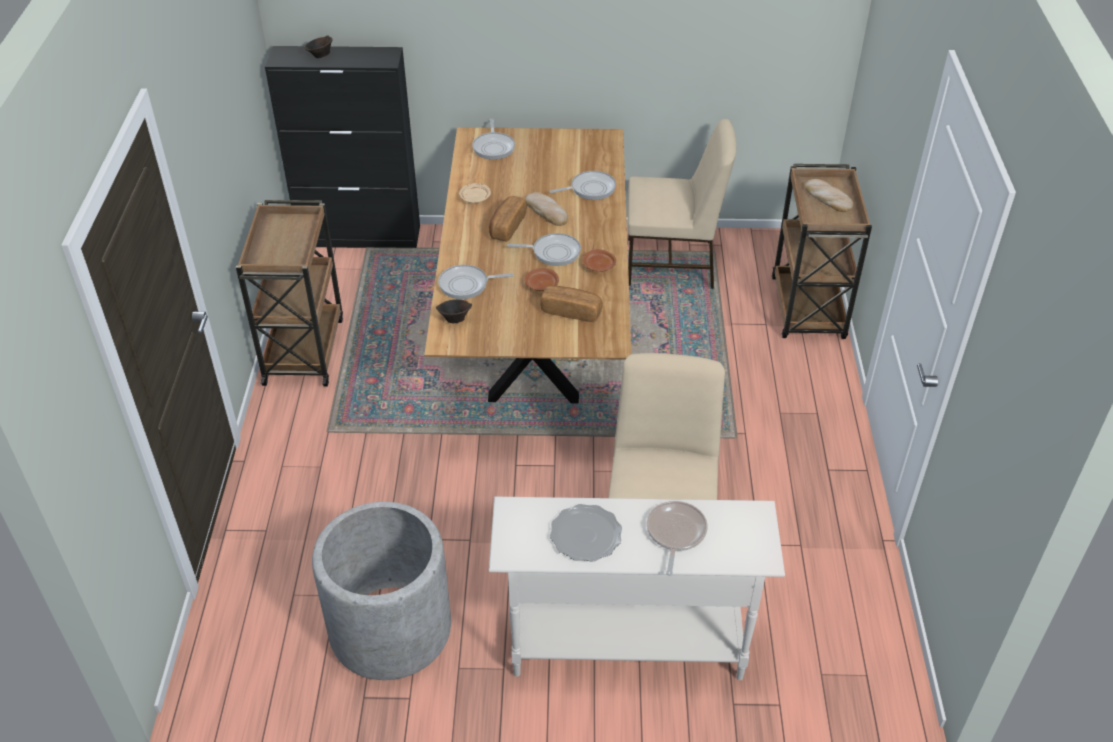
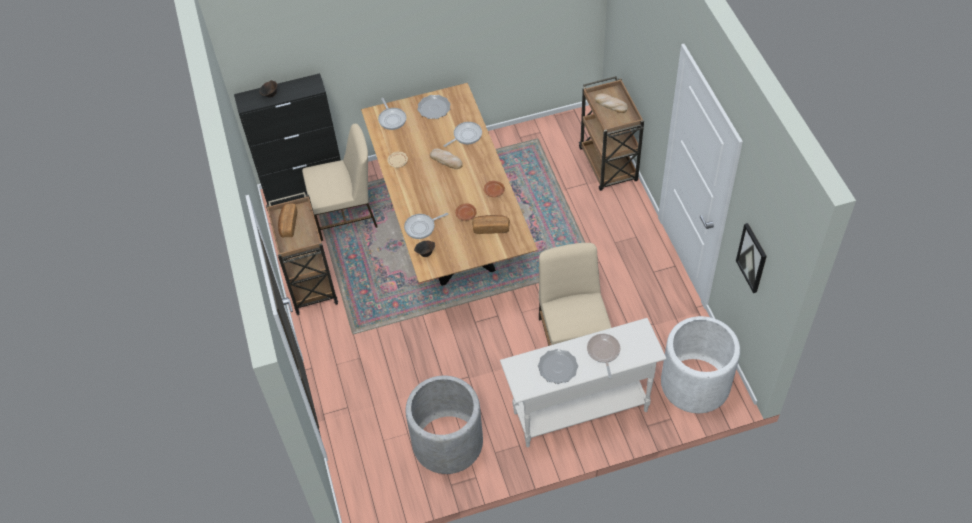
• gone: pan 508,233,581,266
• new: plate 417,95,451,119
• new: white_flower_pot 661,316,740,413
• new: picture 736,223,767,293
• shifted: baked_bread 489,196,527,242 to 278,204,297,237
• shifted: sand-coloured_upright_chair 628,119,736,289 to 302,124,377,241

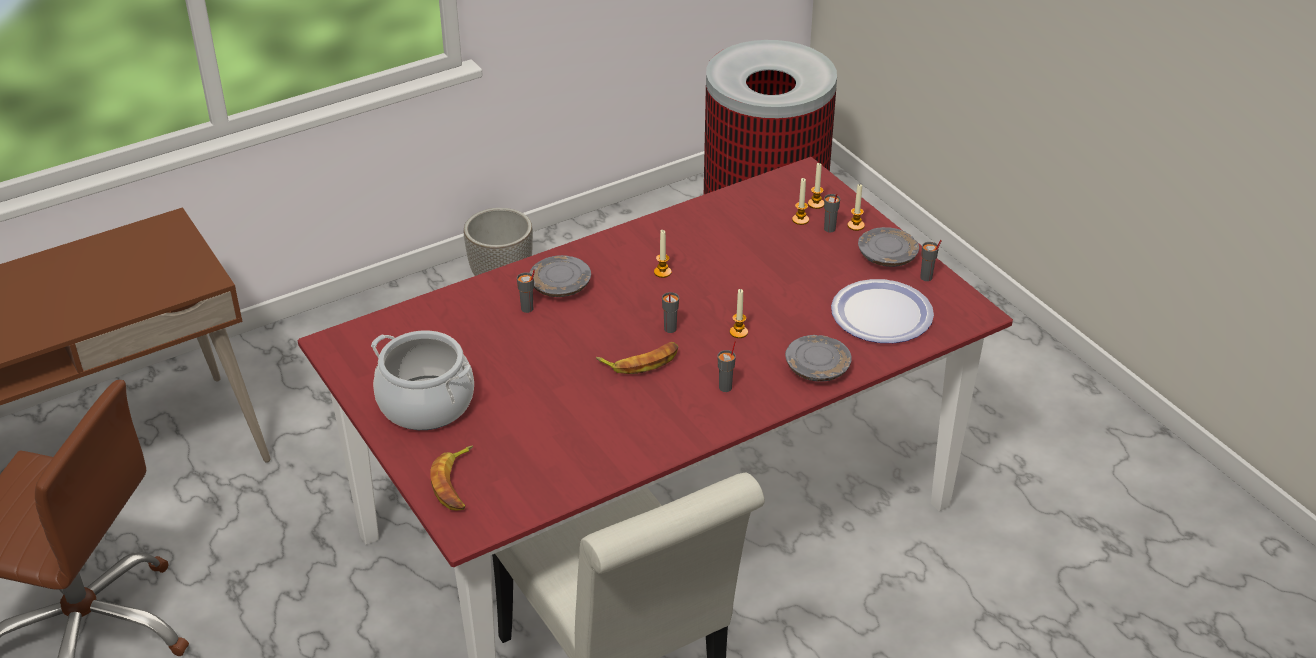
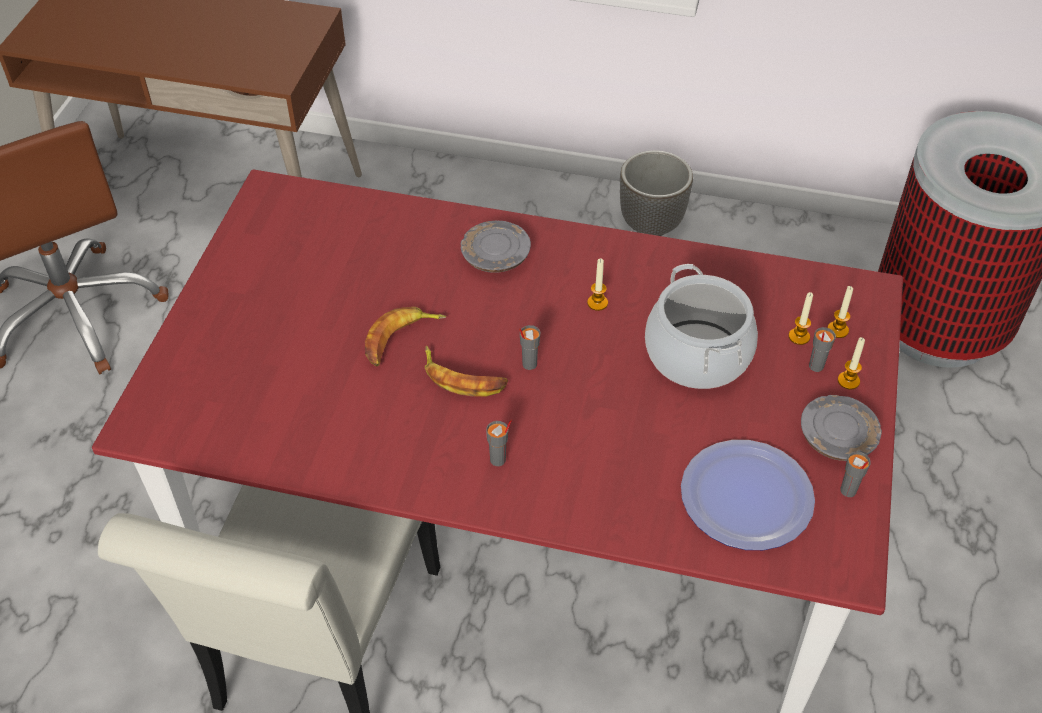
• gone: gray_drinking_cup 517,269,535,313
• gone: wax_light 730,289,748,338
• gone: gray_plate 785,335,852,382
• shifted: saucepot 371,331,474,430 to 645,264,758,389
• shifted: banana_fruit 431,445,473,511 to 365,307,446,366

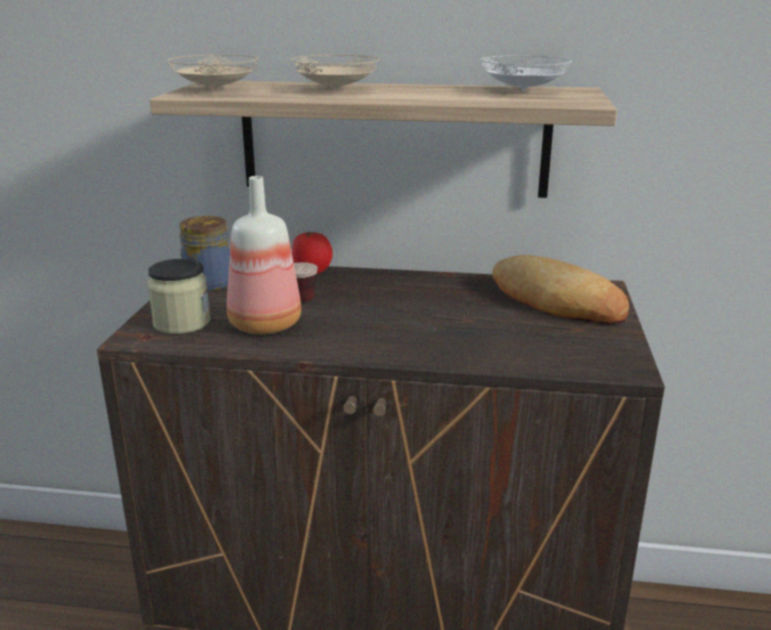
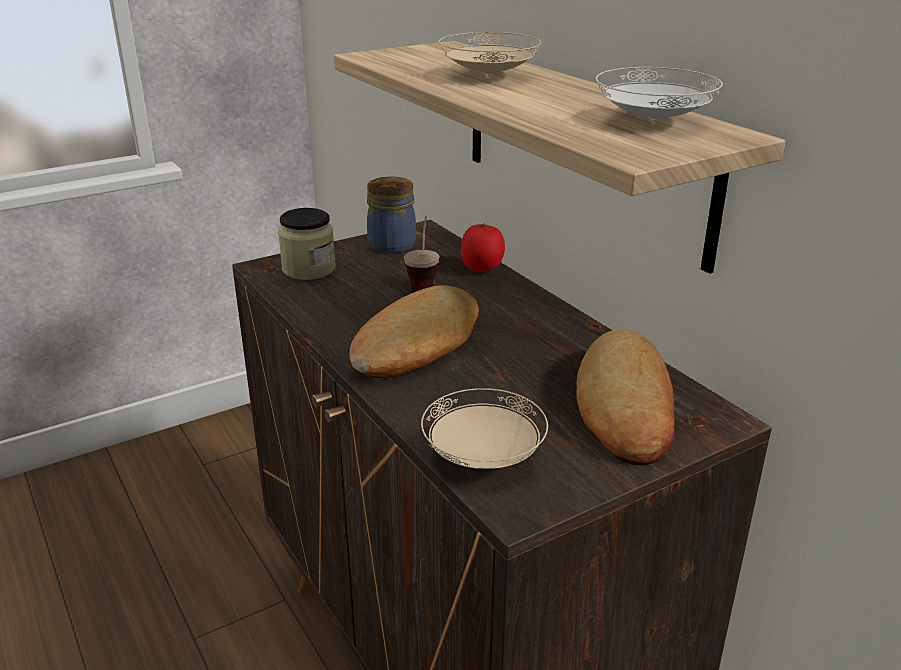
• gone: drink_bottle 227,176,301,334
• new: baked_bread 349,285,479,378
• shifted: sand-coloured_plate 167,55,259,90 to 421,388,548,469

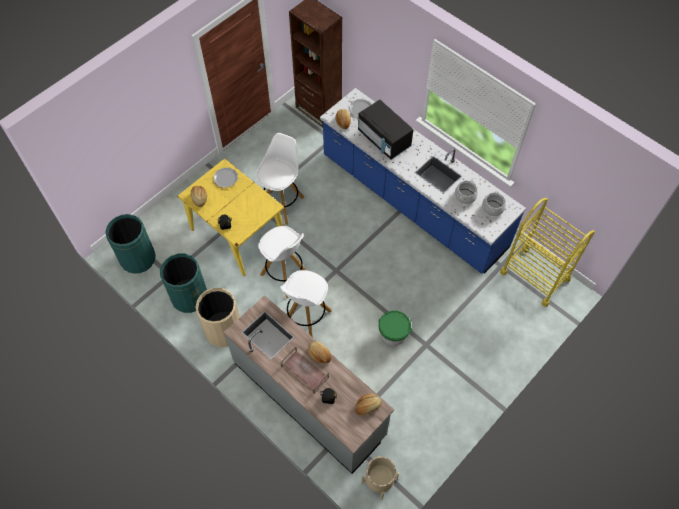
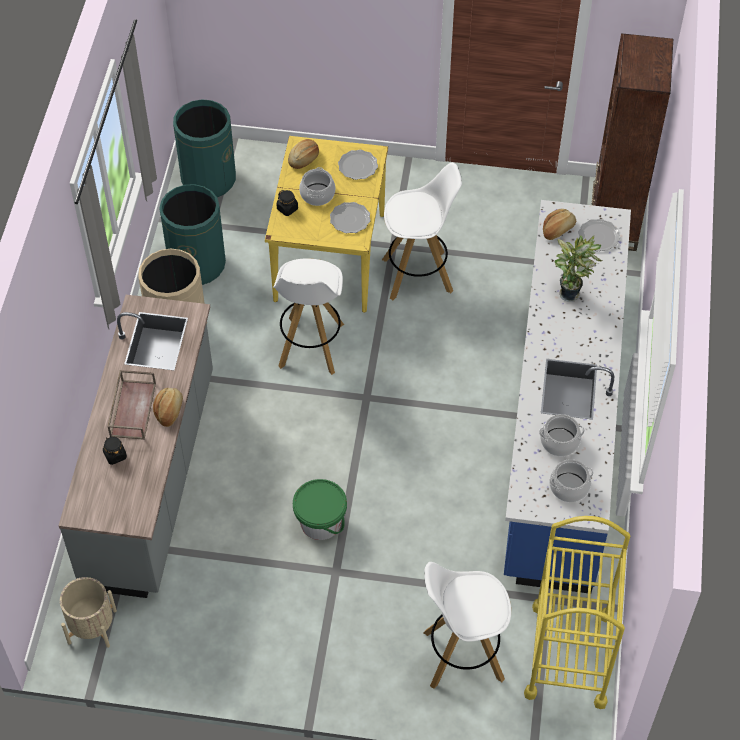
• gone: baked_bread 355,394,382,415
• new: saucepot 299,167,335,206
• new: plate 330,202,371,233
• shifted: white_stool 280,270,332,337 to 423,562,511,689
• swapped: black_microwave 358,100,413,160 to plant_in_a_pot 554,236,603,302

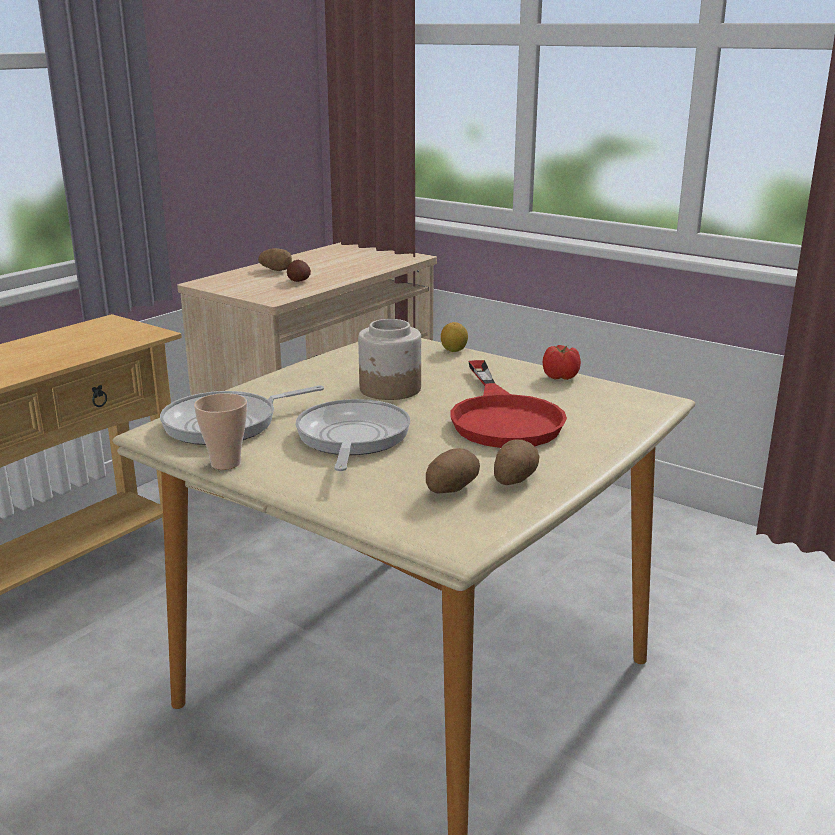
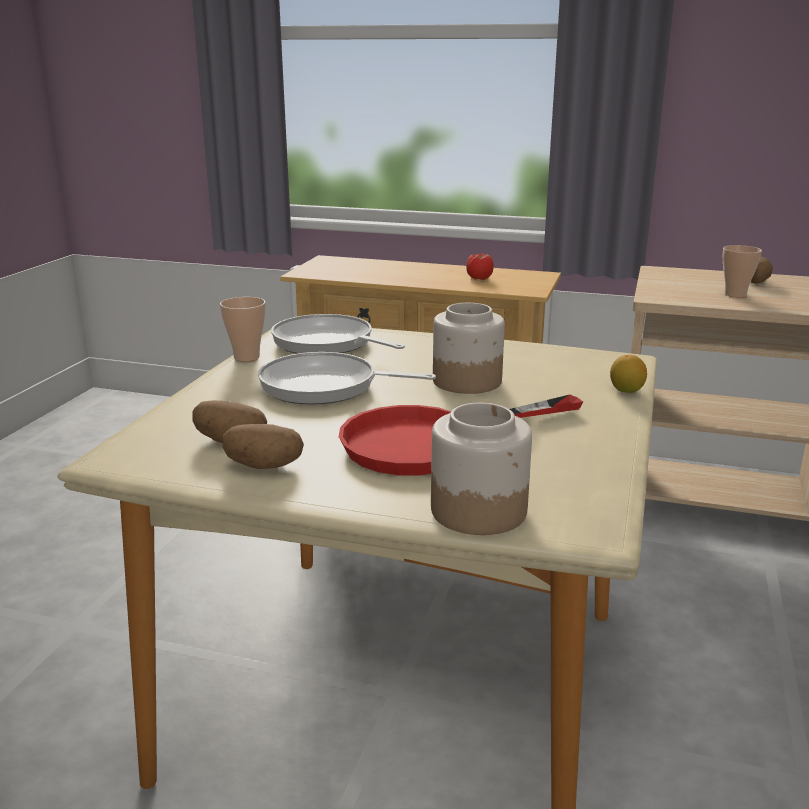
• new: storage_jar 431,403,532,535
• shifted: tomato 542,345,581,380 to 466,253,494,280
• swapped: potato 287,260,311,282 to drinking_cup 723,245,762,297
• rotated: pan 296,399,410,471 = 258,352,436,405 150 degrees counterclockwise

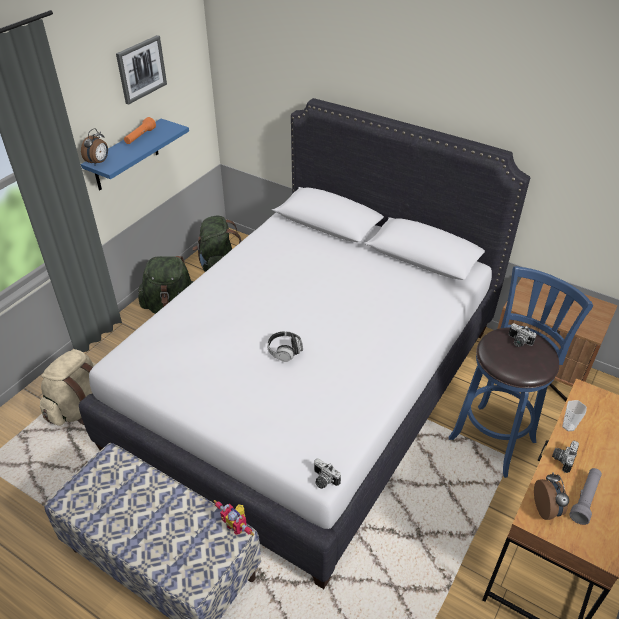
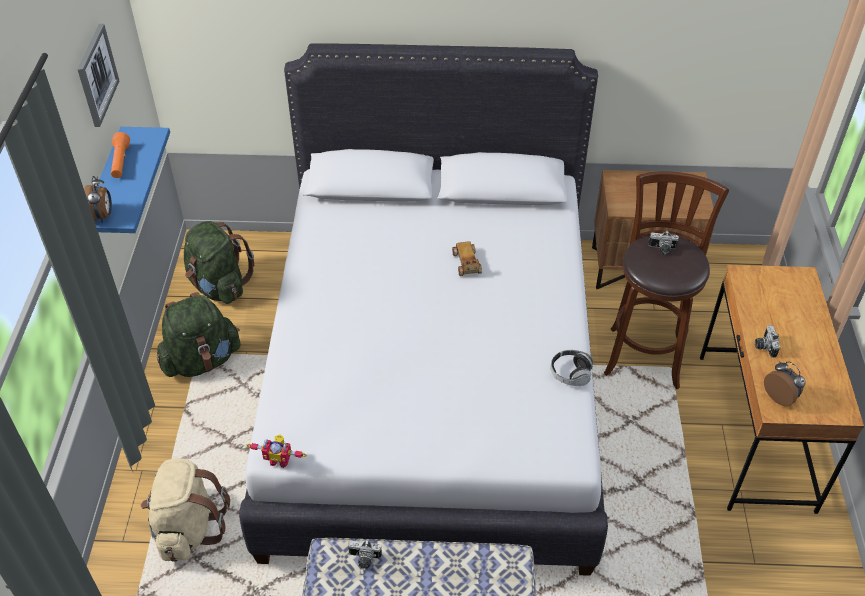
• gone: drinking_cup 562,400,587,431
• gone: gray_flashlight 569,468,602,525
• new: miniature_car 452,241,482,276
• shifted: model_robot 214,500,254,536 to 247,435,307,468
• shifted: headset 267,331,303,362 to 551,350,594,386
• shifted: still_camera 314,458,341,489 to 348,540,382,569
• repainted: bluish_stool 449,266,593,478 to brown_stool 604,171,729,389

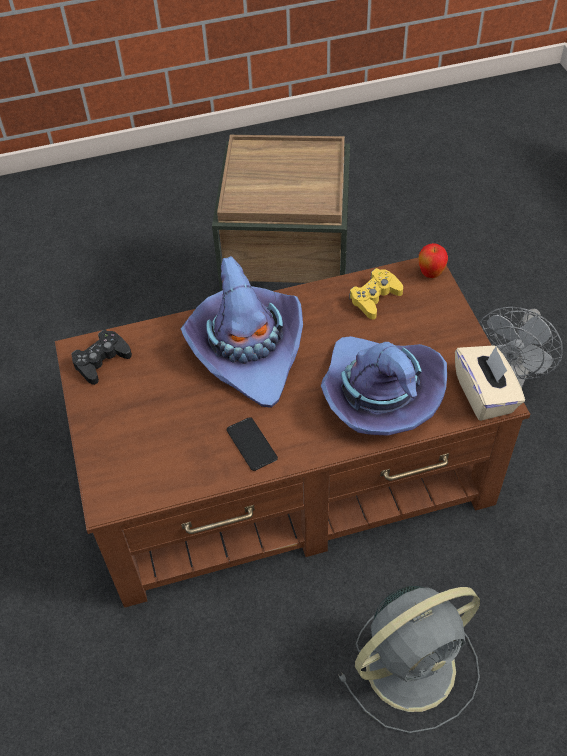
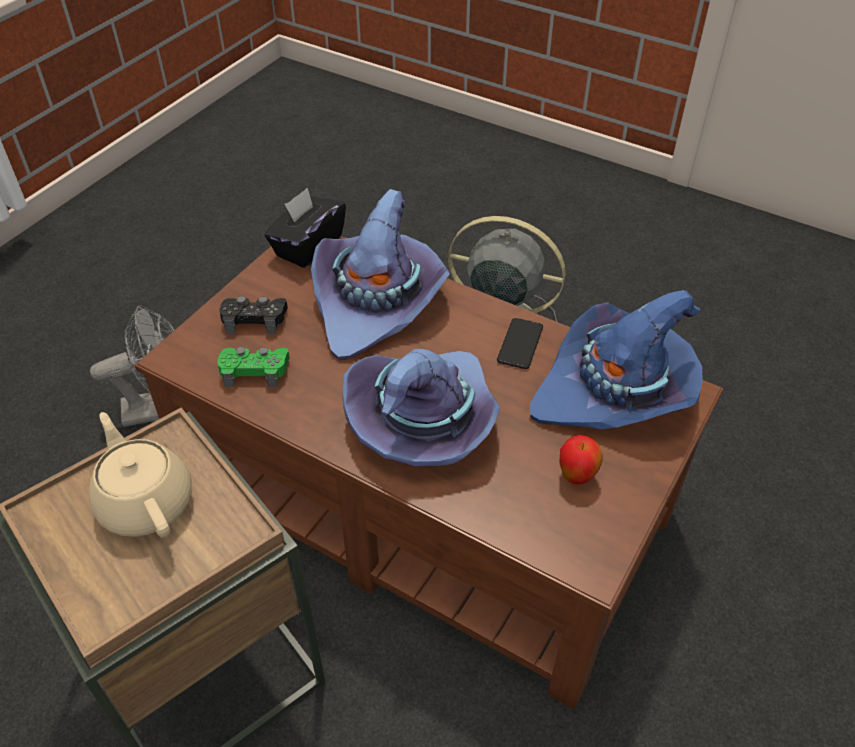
• new: sand-coloured_teapot 89,412,192,538
• new: bluish_clothing_hat 530,290,703,429
• shifted: black_game_controller 71,330,132,385 to 219,296,288,334
• shifted: apple 419,243,448,278 to 560,435,603,485
• repainted: yellow_game_controller 349,268,403,319 to greenish_game_controller 217,347,290,387
• repainted: sand-coloured_tissue_holder 455,345,525,421 to black_tissue_holder 264,188,346,268

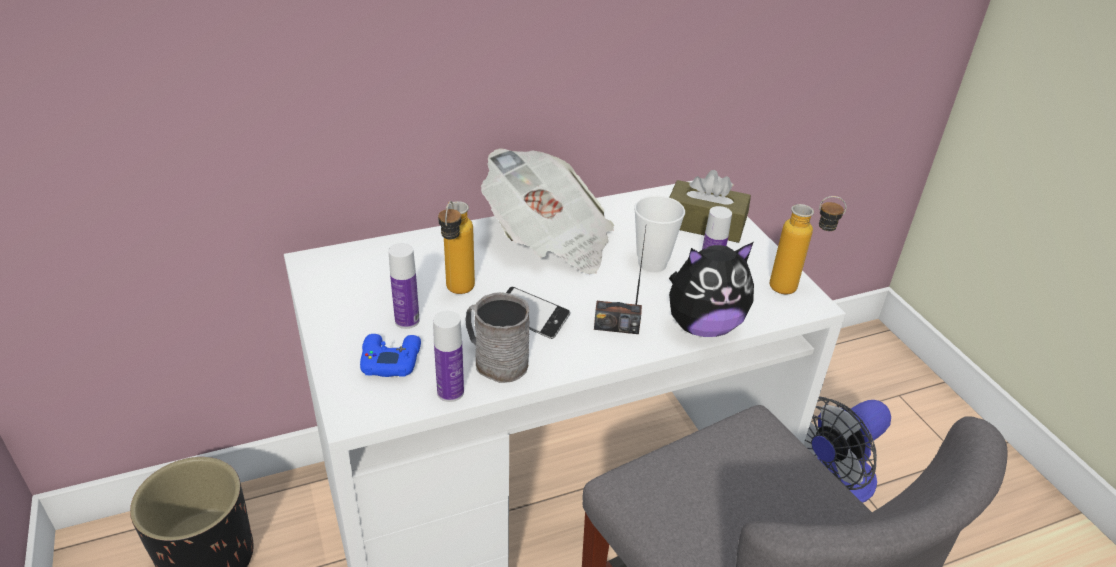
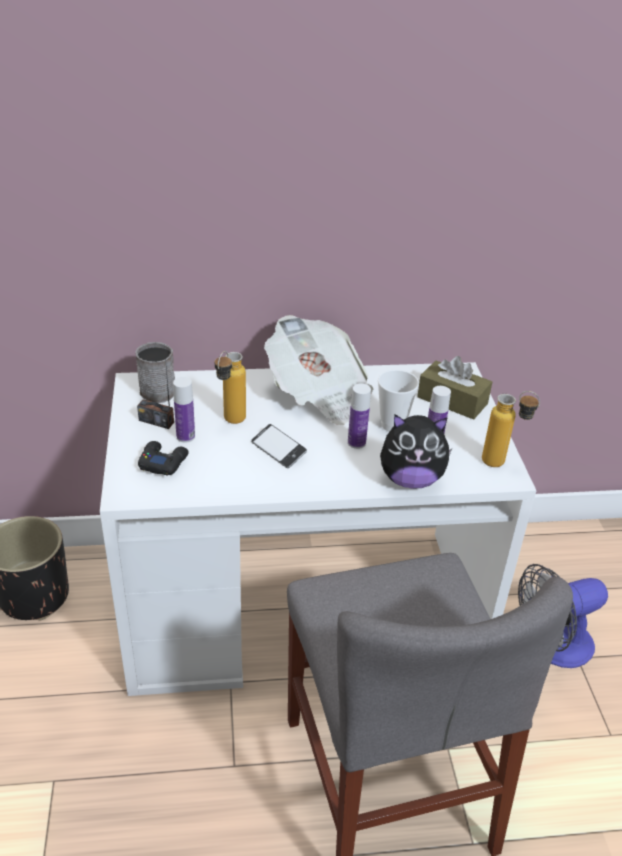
• shifted: drink_bottle 433,311,464,402 to 348,384,371,449
• shifted: gray_mug 466,292,529,383 to 135,342,175,403
• shifted: radio_receiver 594,228,646,334 to 137,354,174,429
• repainted: bluish_game_controller 360,334,421,377 to black_game_controller 138,441,189,476

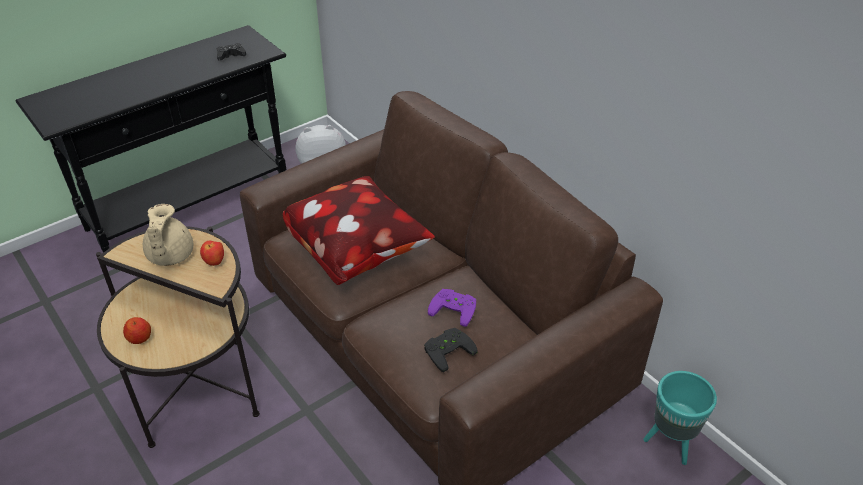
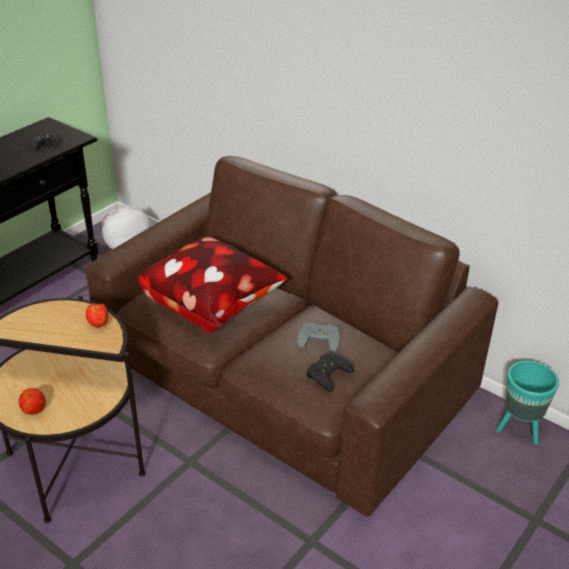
• gone: sand-coloured_teapot 143,204,193,266
• repainted: purple_game_controller 428,289,476,327 to gray_game_controller 297,323,340,352

